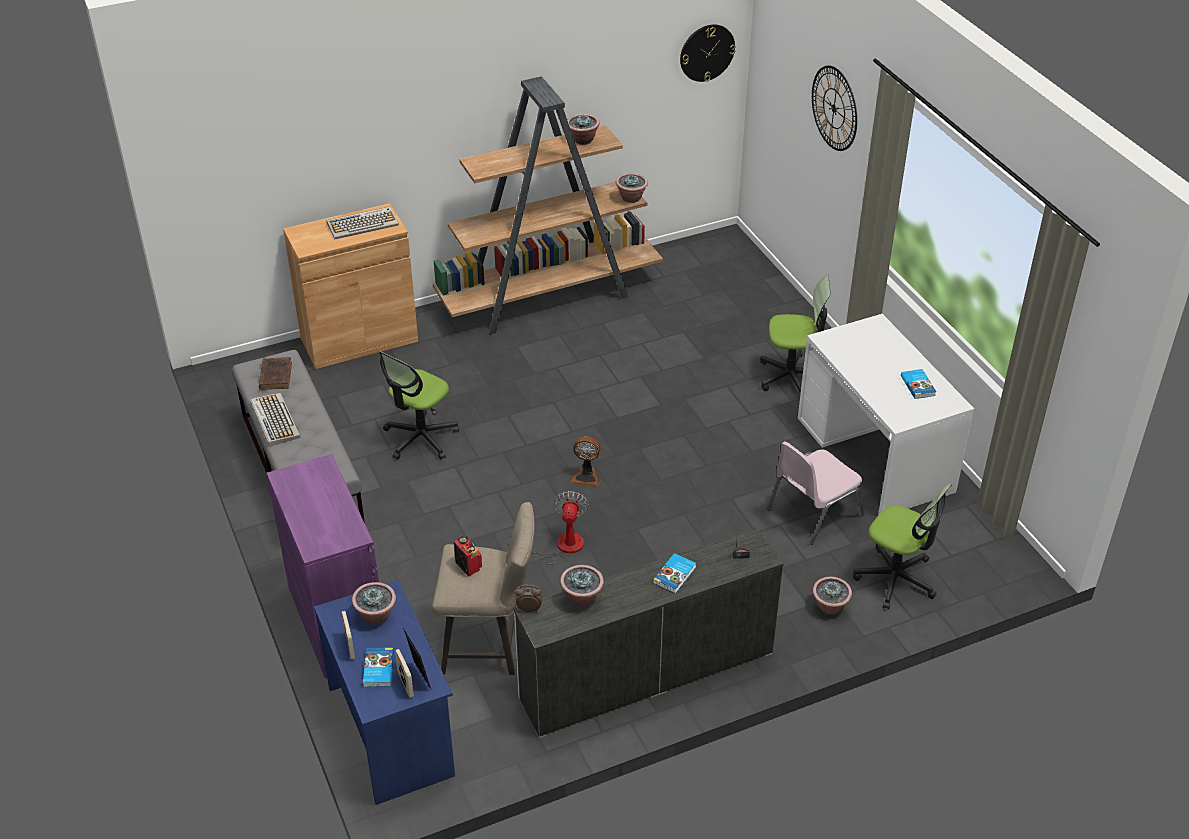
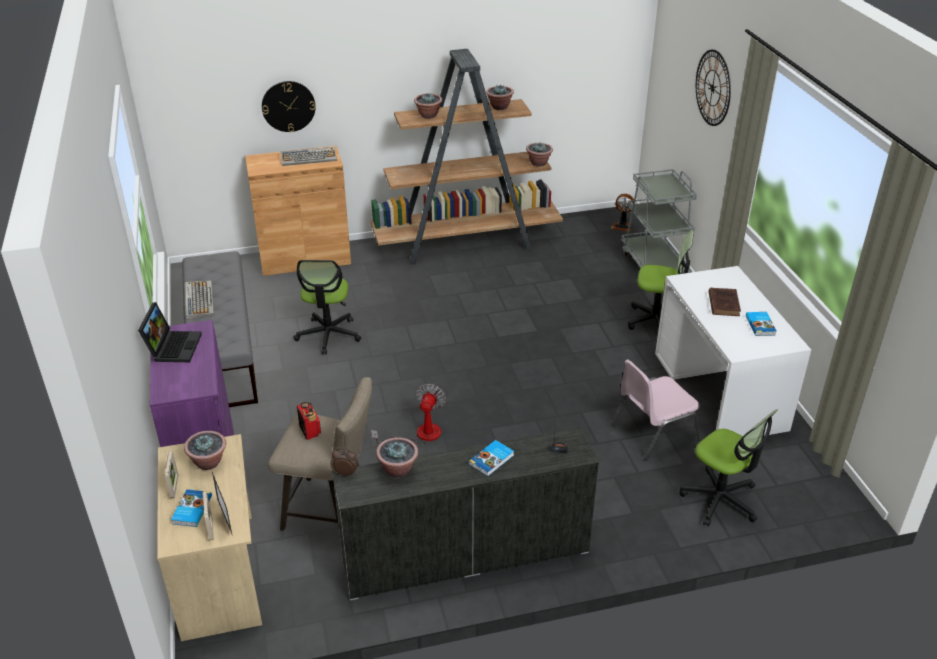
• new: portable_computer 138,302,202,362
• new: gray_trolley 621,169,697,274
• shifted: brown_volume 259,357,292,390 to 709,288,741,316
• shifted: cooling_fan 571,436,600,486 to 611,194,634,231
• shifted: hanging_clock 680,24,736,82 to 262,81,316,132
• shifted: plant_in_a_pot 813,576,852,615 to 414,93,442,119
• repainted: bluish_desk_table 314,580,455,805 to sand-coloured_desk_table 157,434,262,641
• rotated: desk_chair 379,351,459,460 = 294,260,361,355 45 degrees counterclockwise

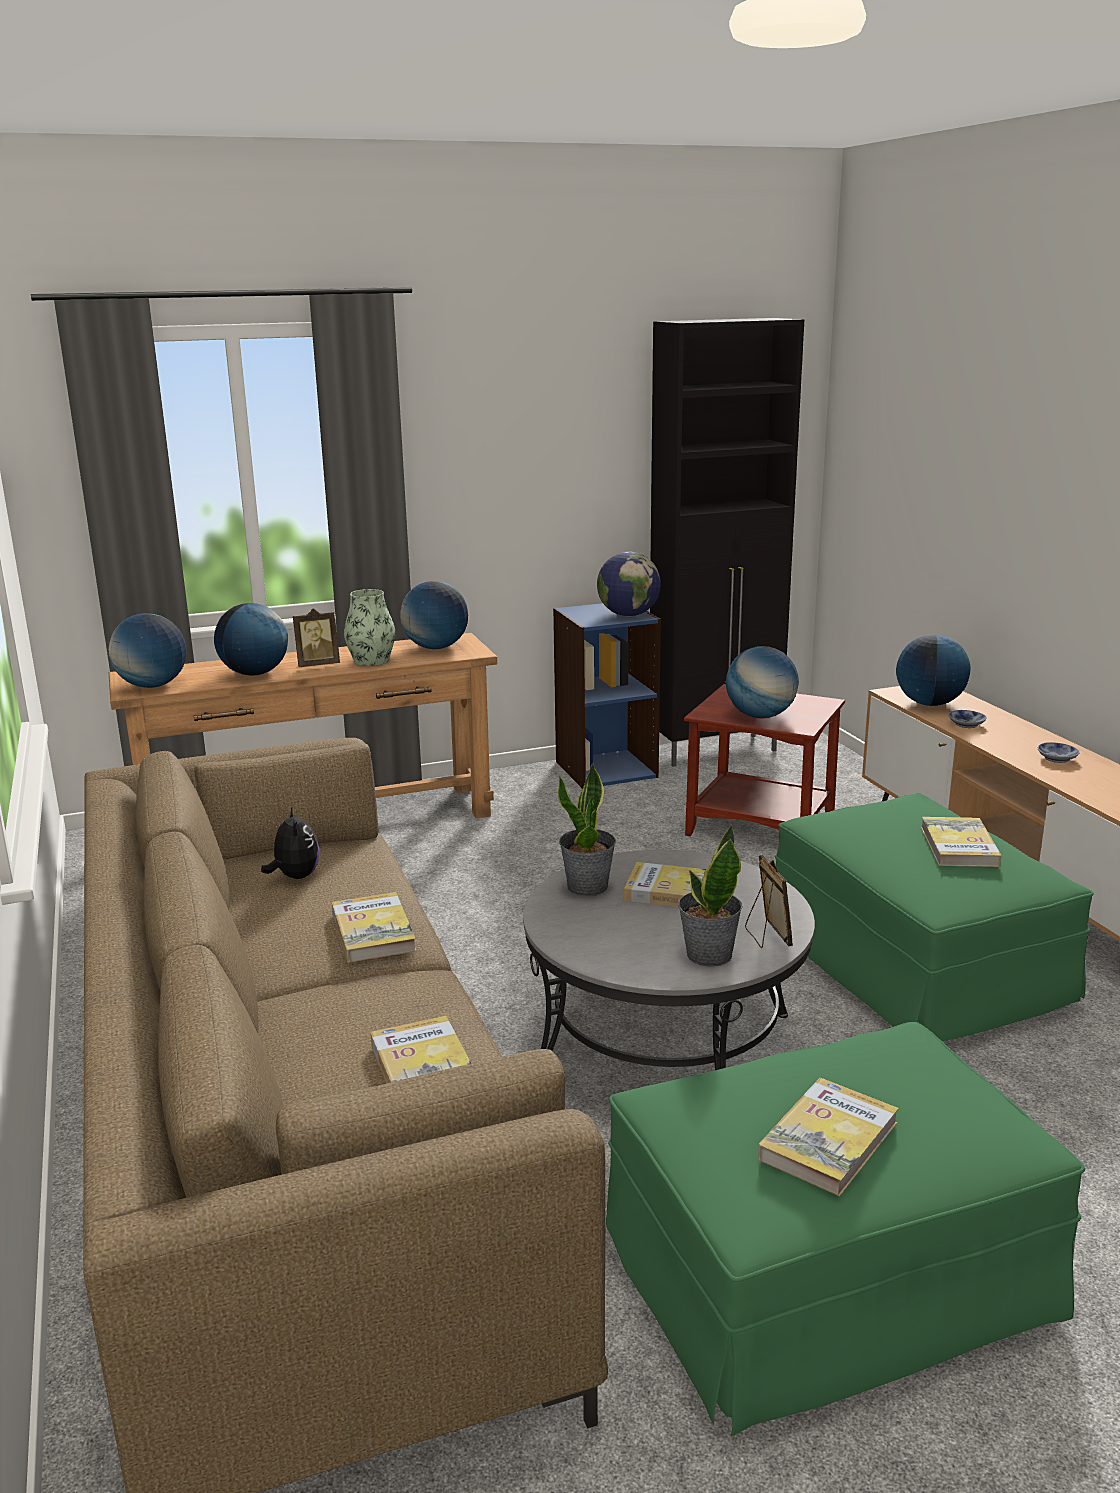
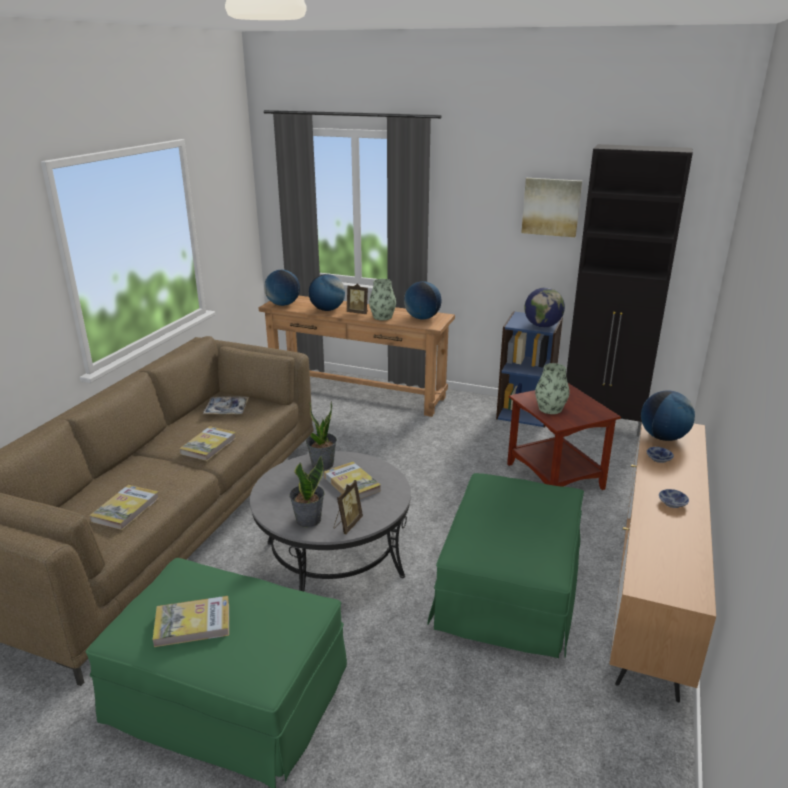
• gone: volume 921,817,1001,867
• new: picture 521,178,582,237
• swapped: soft_toy 261,806,319,879 to carrying_tray 203,396,249,414
• swapped: world_globe 726,646,799,718 to decorative_vase 535,363,570,414

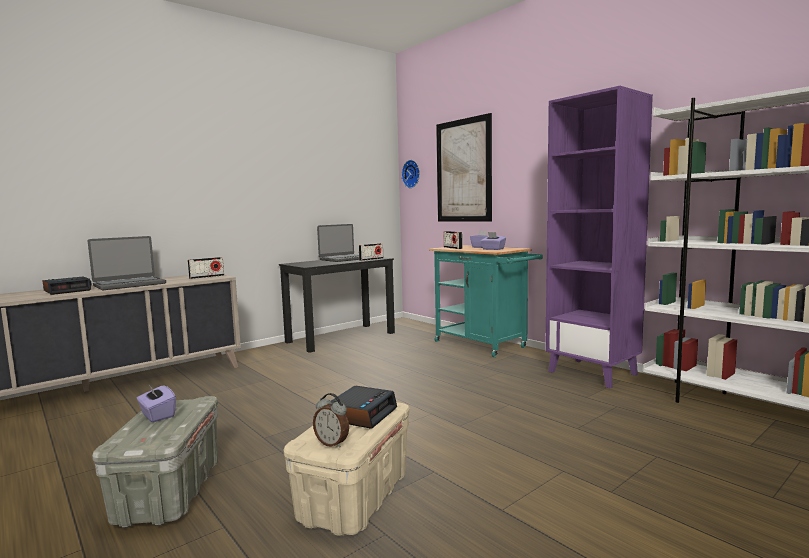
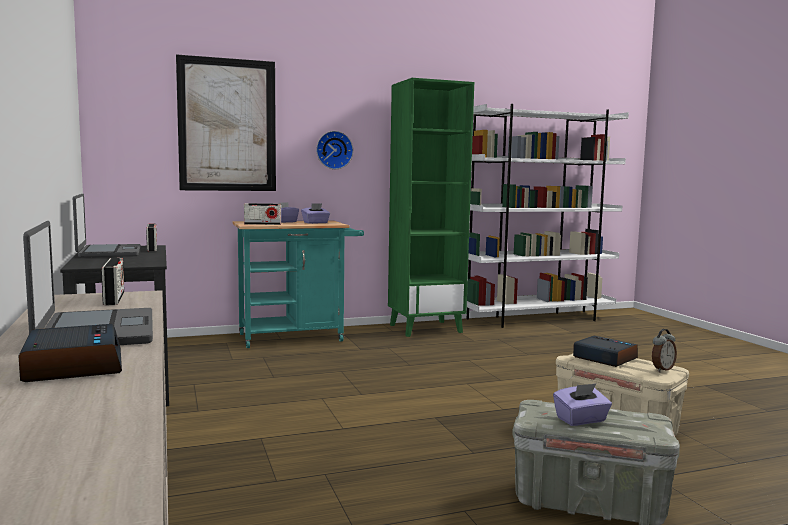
• shifted: hanging_clock 401,160,420,188 to 316,131,353,169
• repainted: purple_bookcase 545,86,653,388 to greenish_bookcase 388,78,474,337

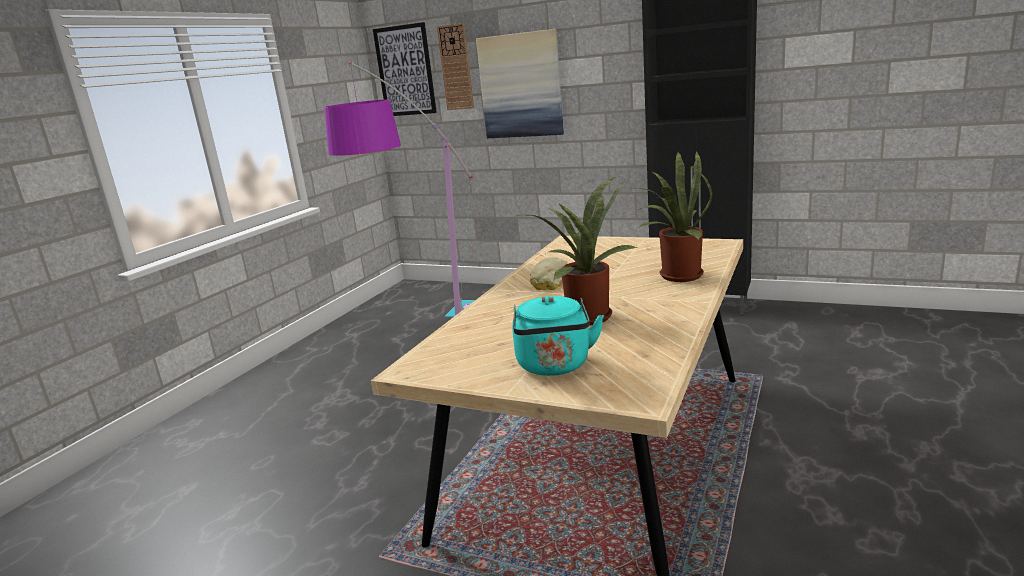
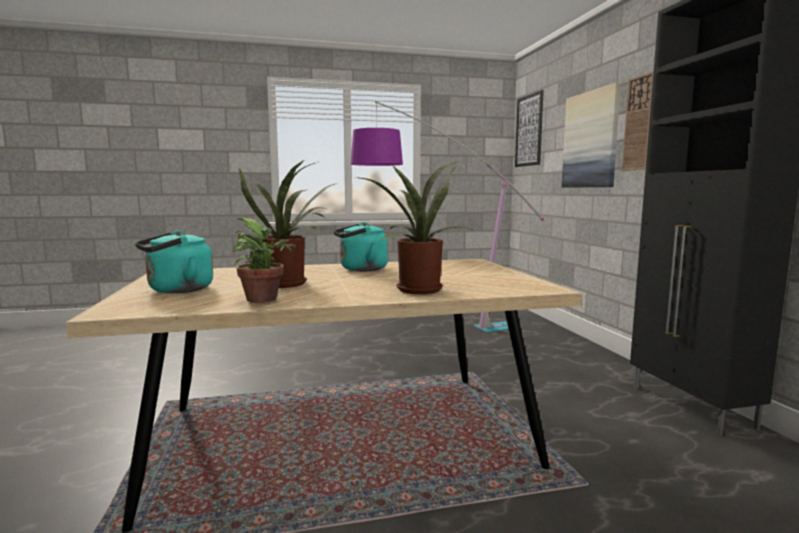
• new: plant_in_a_pot 233,218,296,303
• shifted: hanging_clock 437,23,474,110 to 622,71,654,171
• swapped: baked_bread 530,257,567,290 to turquoise-coloured_water_kettle 334,222,388,271

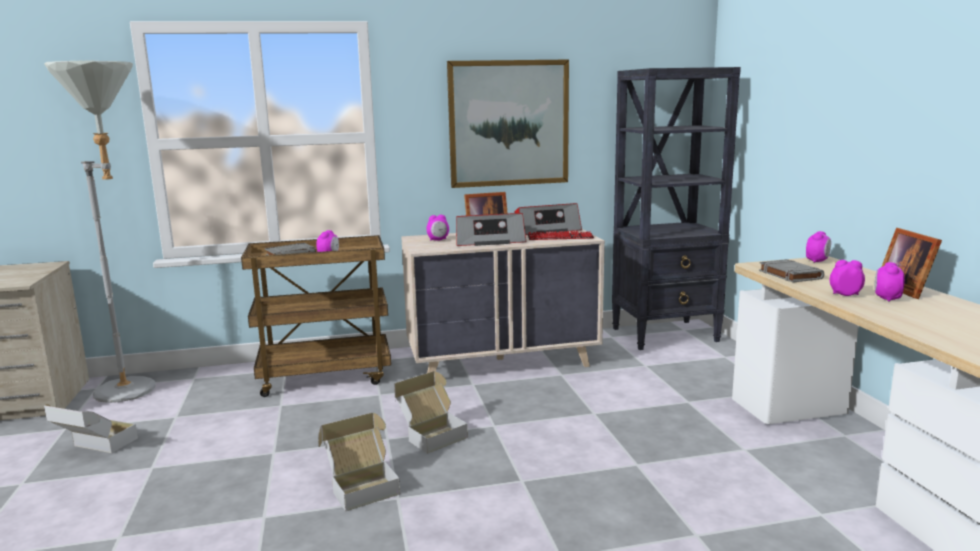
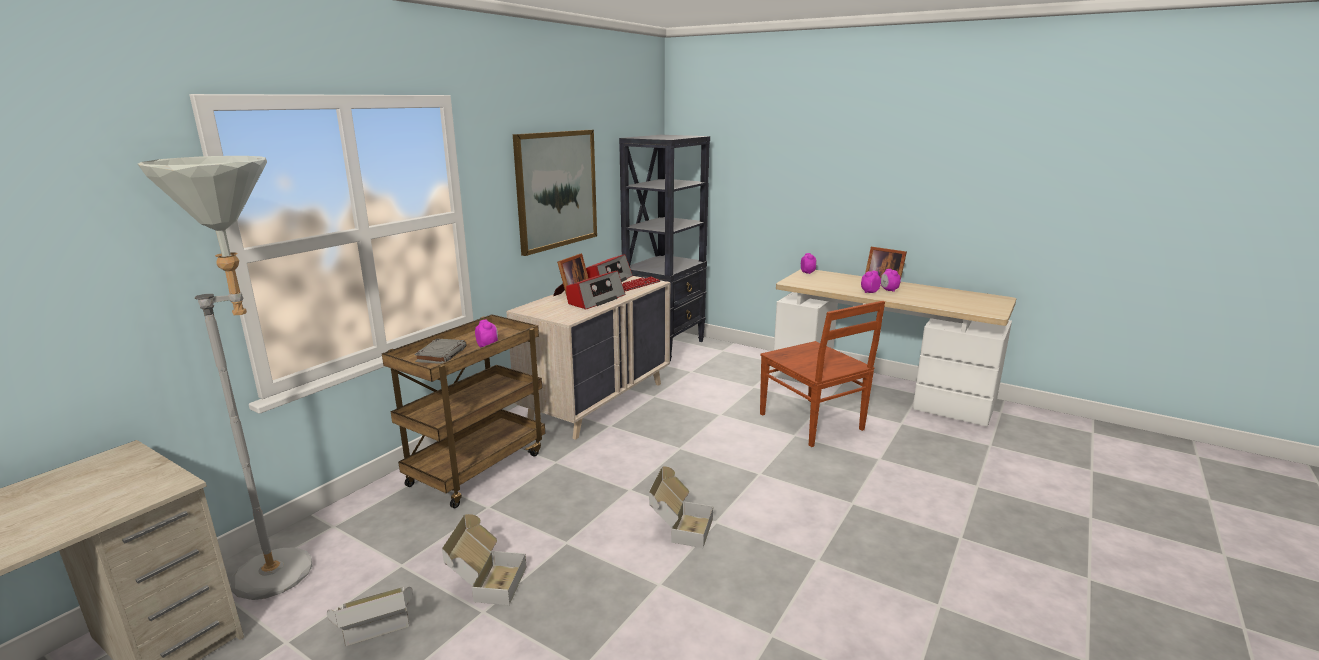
• gone: bedside_clock 427,215,449,241
• gone: gray_volume 759,259,824,283
• new: brown_upright_chair 760,301,885,447
• shifted: packing_box 394,371,468,454 to 442,514,527,605

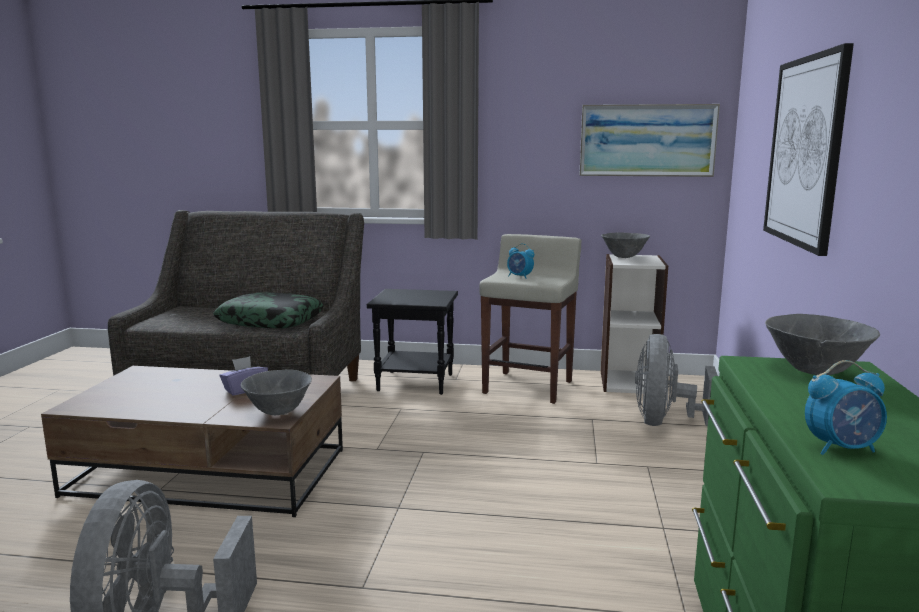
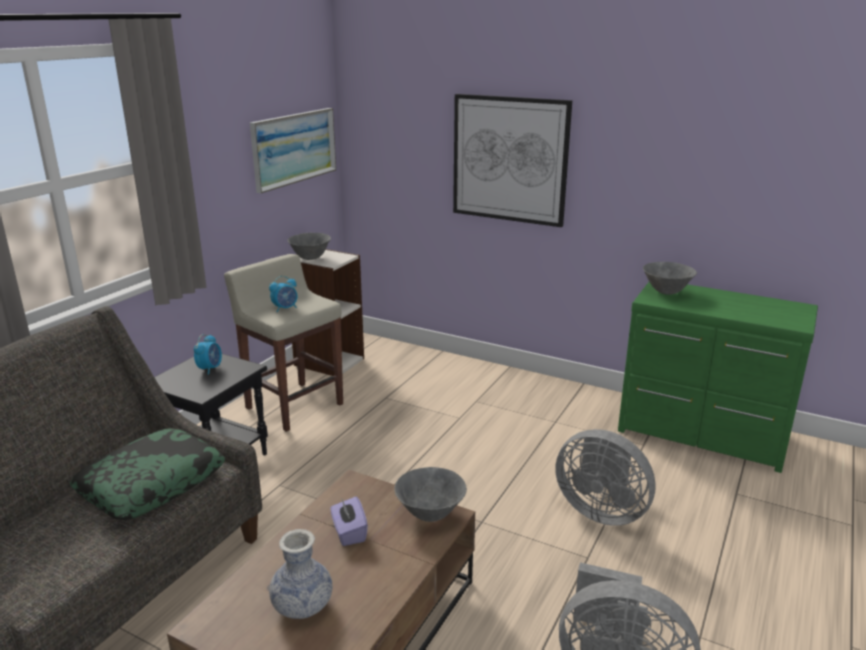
• new: decorative_vase 269,529,332,619
• shifted: gray_cooling_fan 635,334,718,426 to 555,429,656,526
• shifted: bedside_clock 805,360,887,455 to 194,334,222,375

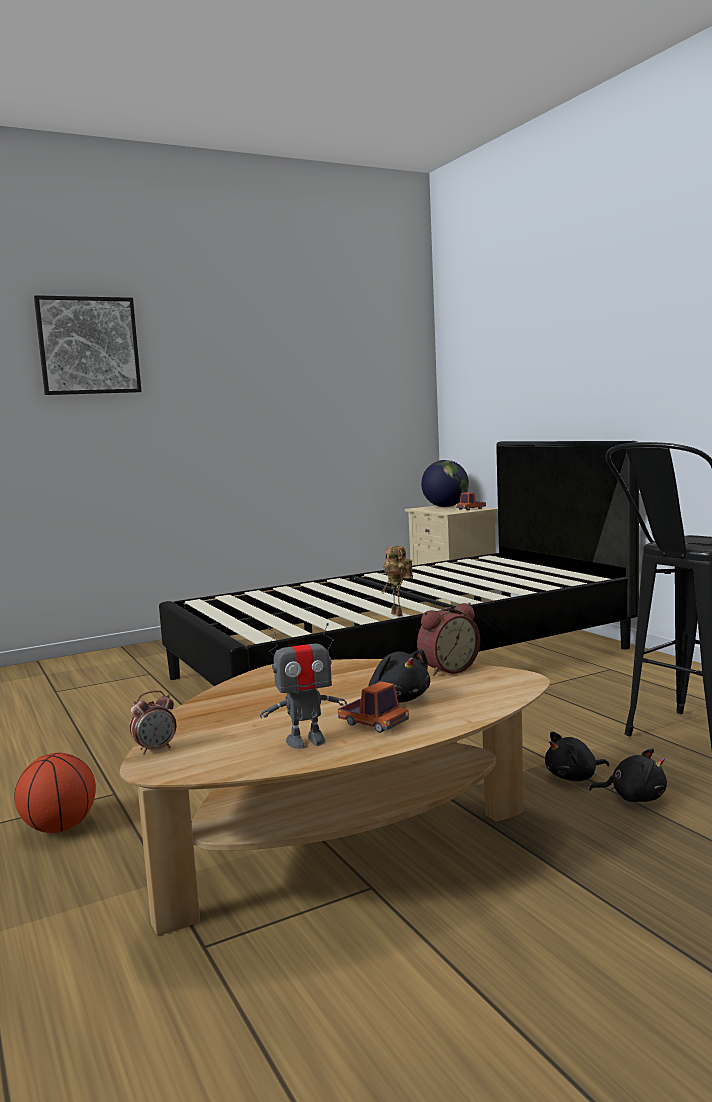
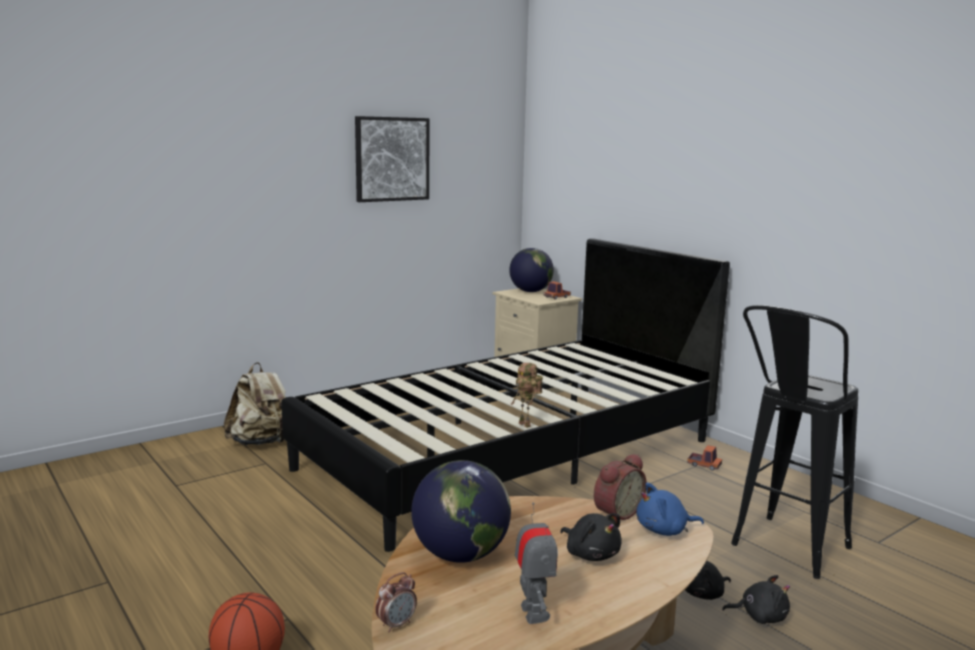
• new: sand-coloured_backpack 224,362,286,445
• new: world_globe 411,460,511,563
• new: bluish_soft_toy 636,483,704,536
• shifted: picture 34,295,142,395 to 355,116,429,202
• shifted: model_truck 338,681,409,733 to 687,445,722,470
• rotated: model_robot 260,623,347,749 = 515,502,558,624 75 degrees counterclockwise

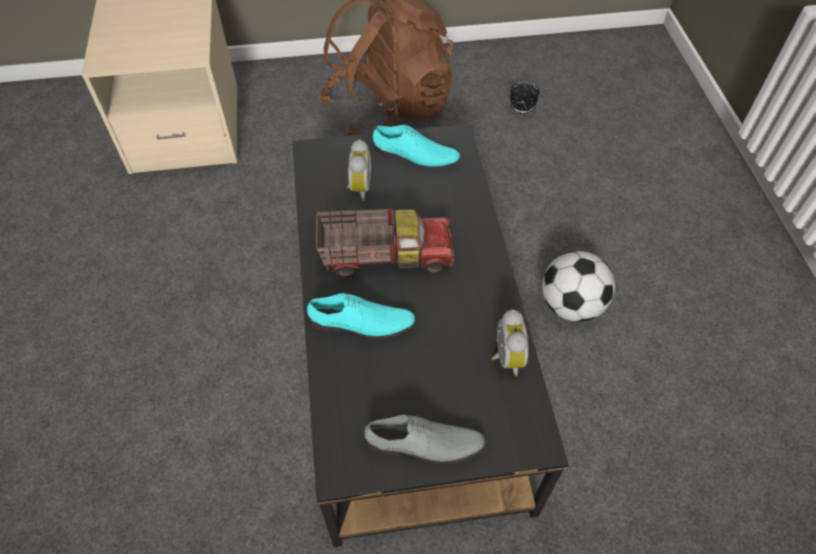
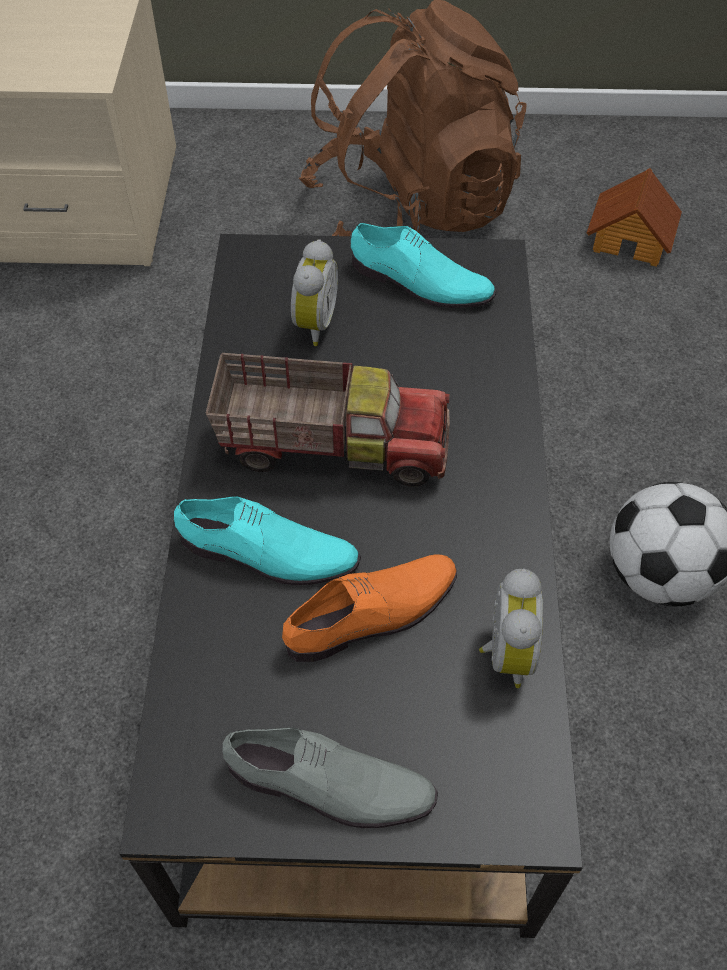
• new: orangey_item_of_footwear 282,554,457,662
• swapped: bedside_clock 510,82,540,114 to model_house 587,168,682,267

